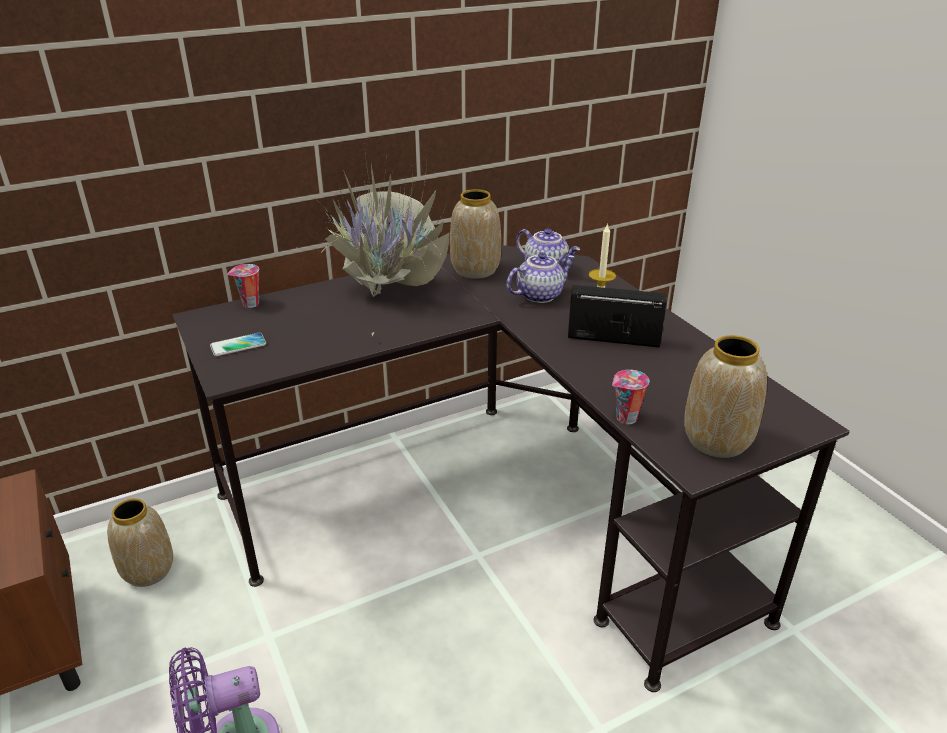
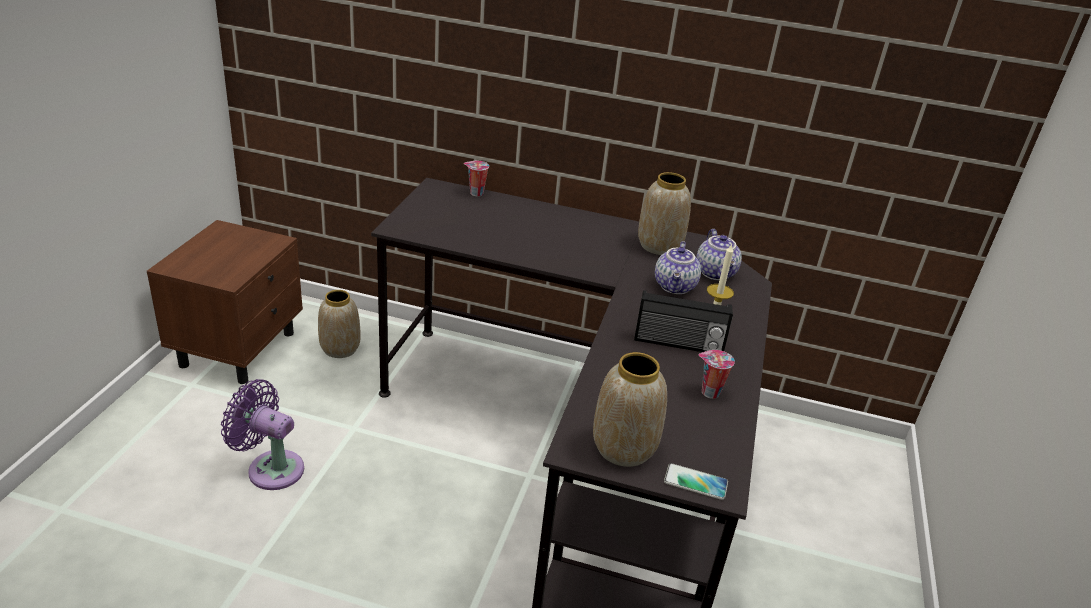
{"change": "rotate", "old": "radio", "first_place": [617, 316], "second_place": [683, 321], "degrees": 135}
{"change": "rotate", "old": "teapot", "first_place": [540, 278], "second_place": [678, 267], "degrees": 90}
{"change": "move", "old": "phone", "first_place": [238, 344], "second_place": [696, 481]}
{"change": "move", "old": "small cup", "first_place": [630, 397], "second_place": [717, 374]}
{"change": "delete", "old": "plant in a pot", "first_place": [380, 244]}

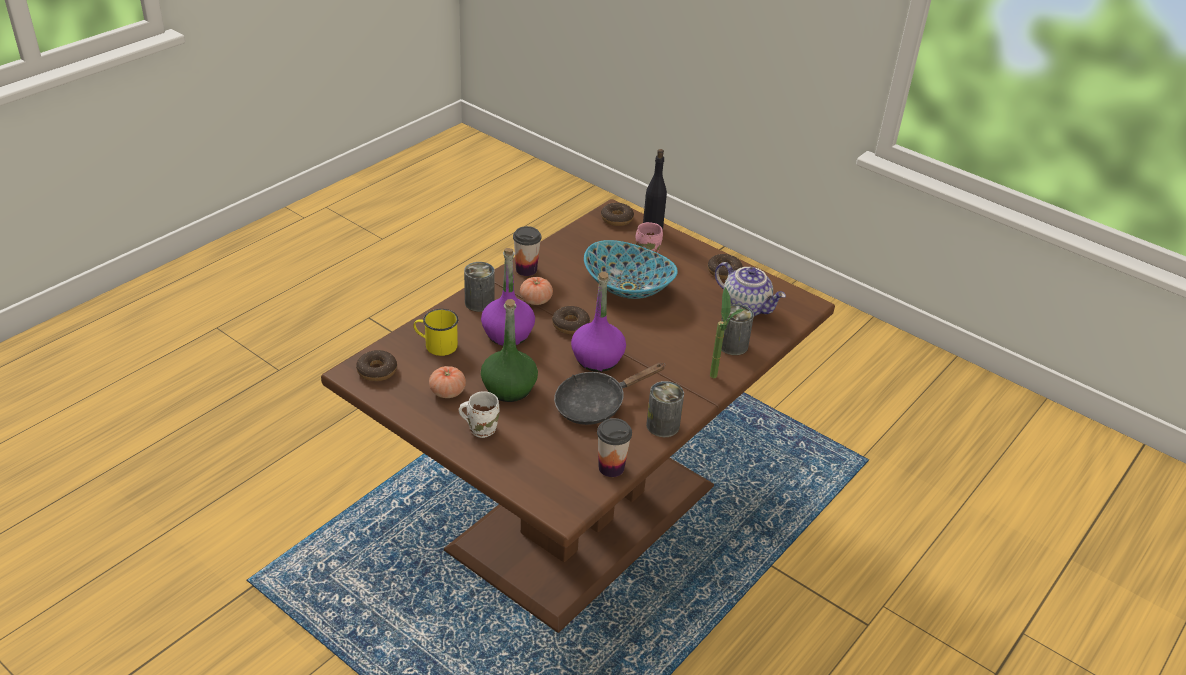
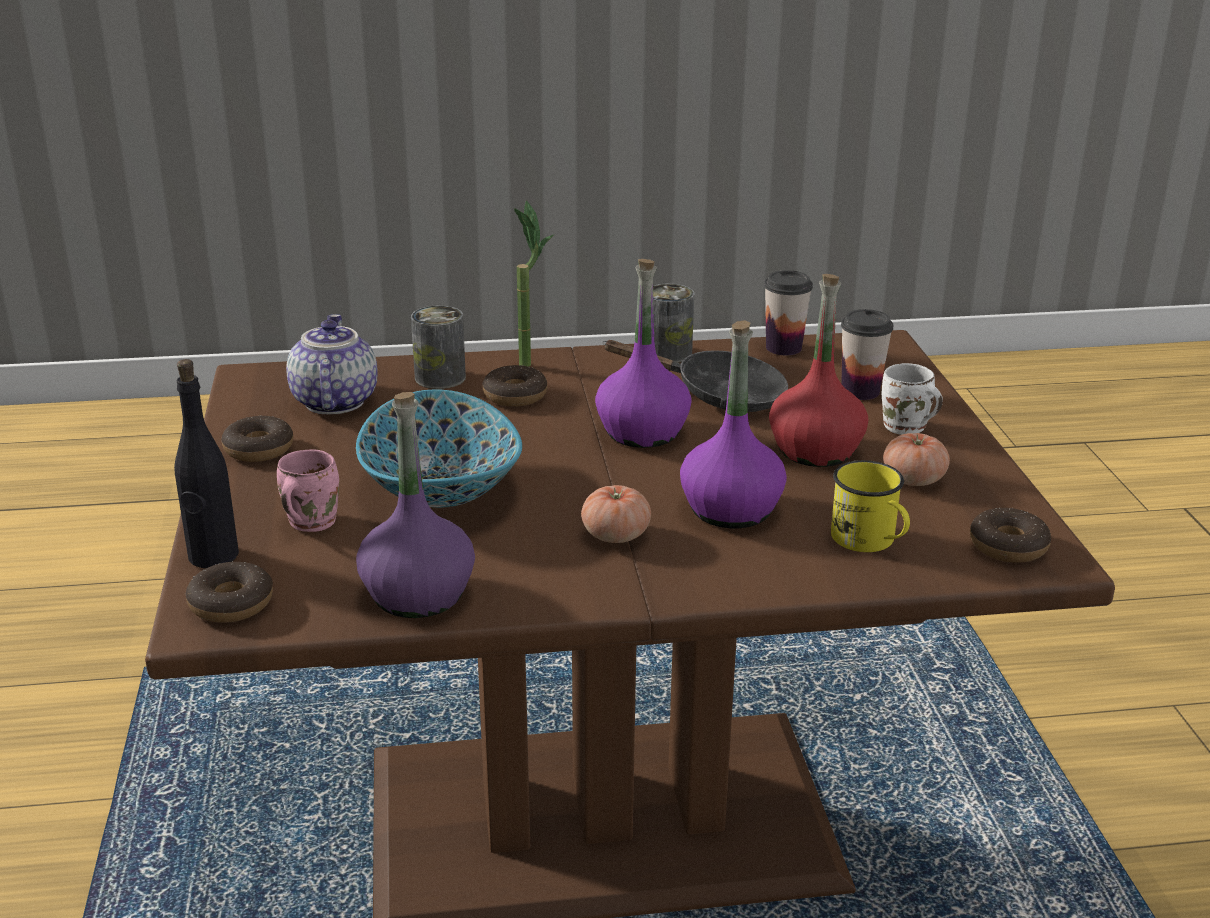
{"change": "insert", "new": "drink bottle in purplish", "second_place": [415, 505]}
{"change": "move", "old": "donut", "first_place": [571, 320], "second_place": [515, 386]}
{"change": "recolor", "old": "drink bottle in green", "new": "drink bottle in red", "first_place": [509, 350], "second_place": [818, 370]}
{"change": "move", "old": "small cup", "first_place": [527, 251], "second_place": [867, 354]}
{"change": "delete", "old": "sealed can", "first_place": [479, 287]}

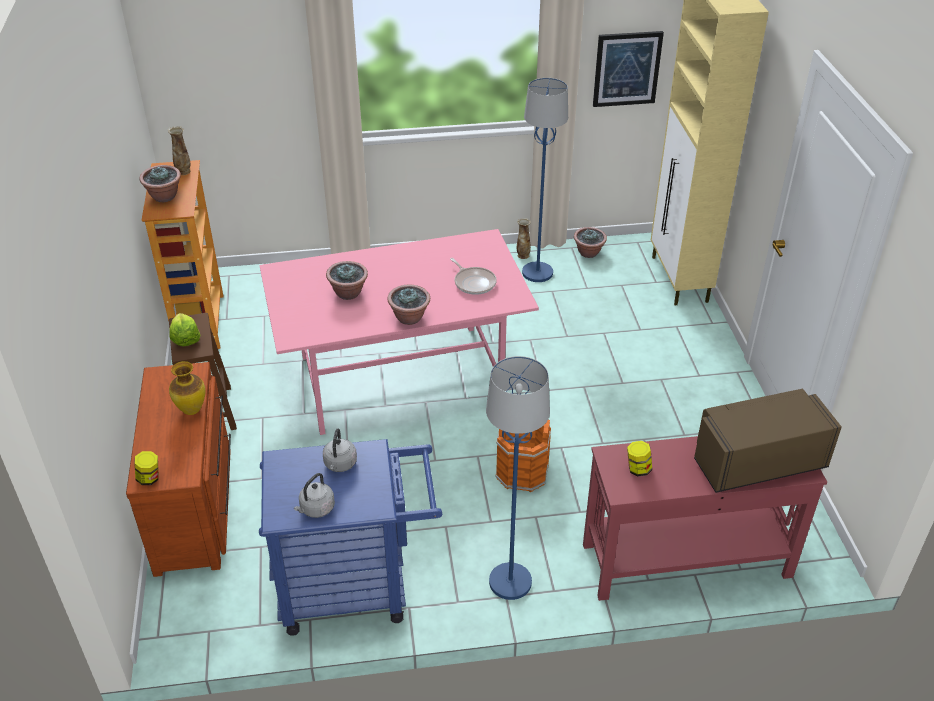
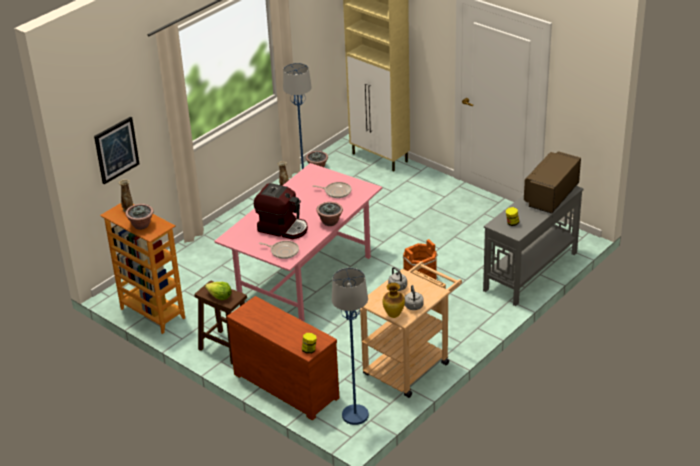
{"change": "move", "old": "wall art", "first_place": [628, 69], "second_place": [117, 150]}
{"change": "replace", "old": "plant in a pot", "new": "coffee brewer", "first_place": [347, 280], "second_place": [281, 211]}
{"change": "insert", "new": "pan", "second_place": [279, 250]}
{"change": "move", "old": "standing lamp in bluish", "first_place": [518, 478], "second_place": [350, 346]}
{"change": "recolor", "old": "trolley in bluish", "new": "trolley in beige", "first_place": [350, 537], "second_place": [411, 329]}
{"change": "move", "old": "decorative vase", "first_place": [187, 388], "second_place": [394, 300]}
{"change": "recolor", "old": "hall table in red", "new": "hall table in grey", "first_place": [705, 518], "second_place": [533, 246]}

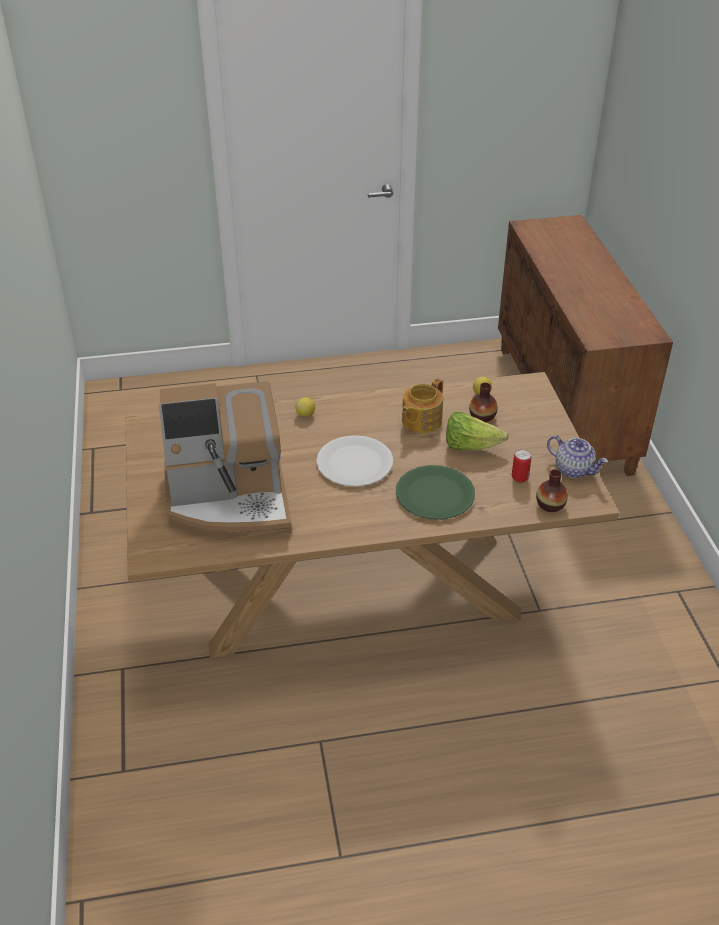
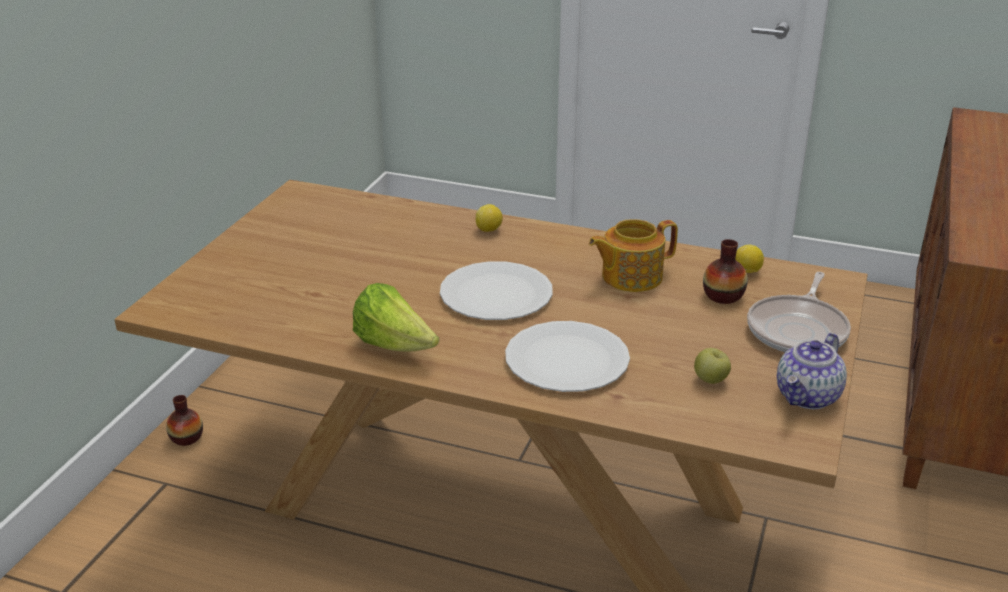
{"change": "move", "old": "decorative vase", "first_place": [552, 490], "second_place": [184, 420]}
{"change": "move", "old": "head of lettuce", "first_place": [477, 431], "second_place": [396, 317]}
{"change": "recolor", "old": "plate in green", "new": "plate in white-coloured", "first_place": [435, 492], "second_place": [567, 356]}
{"change": "replace", "old": "sealed can", "new": "apple fruit", "first_place": [521, 466], "second_place": [712, 366]}
{"change": "insert", "new": "pan", "second_place": [799, 312]}
{"change": "rotate", "old": "teapot", "first_place": [577, 456], "second_place": [812, 371], "degrees": 60}
{"change": "delete", "old": "coffee brewer", "first_place": [225, 459]}

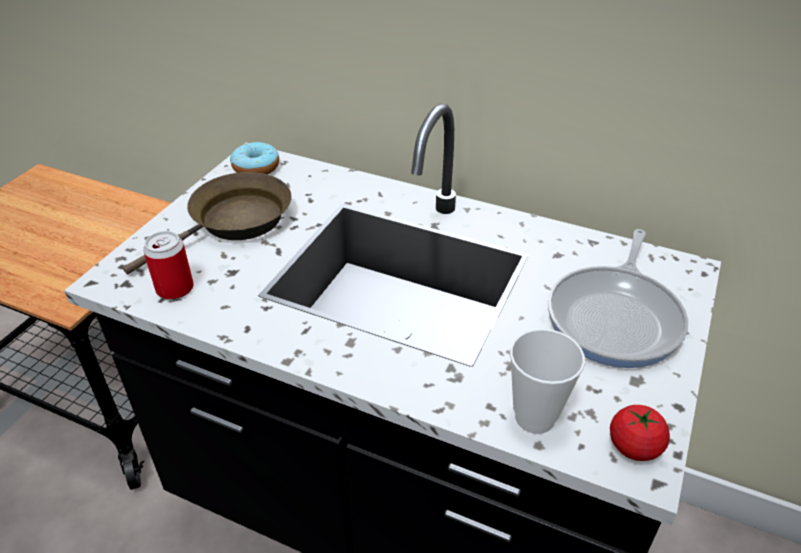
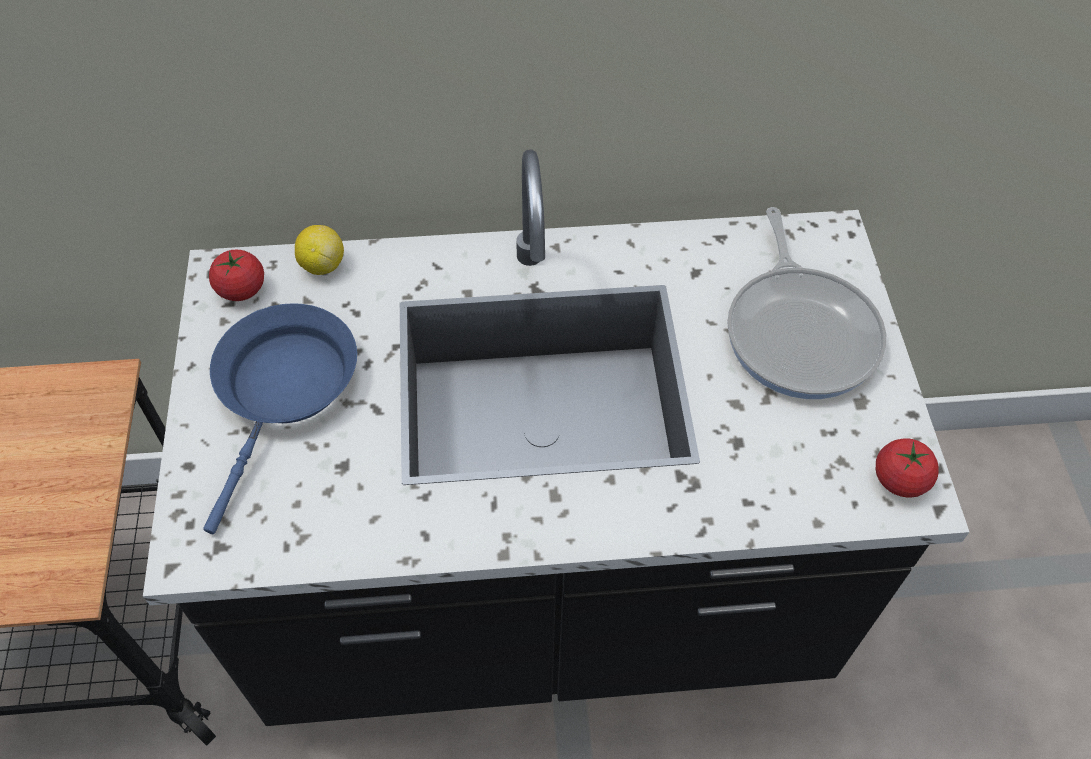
{"change": "recolor", "old": "pan in brown", "new": "pan in bluish", "first_place": [207, 223], "second_place": [280, 419]}
{"change": "replace", "old": "donut", "new": "whole tomato", "first_place": [254, 158], "second_place": [236, 275]}
{"change": "insert", "new": "lemon", "second_place": [319, 250]}
{"change": "delete", "old": "sealed can", "first_place": [168, 265]}
{"change": "delete", "old": "small cup", "first_place": [547, 381]}

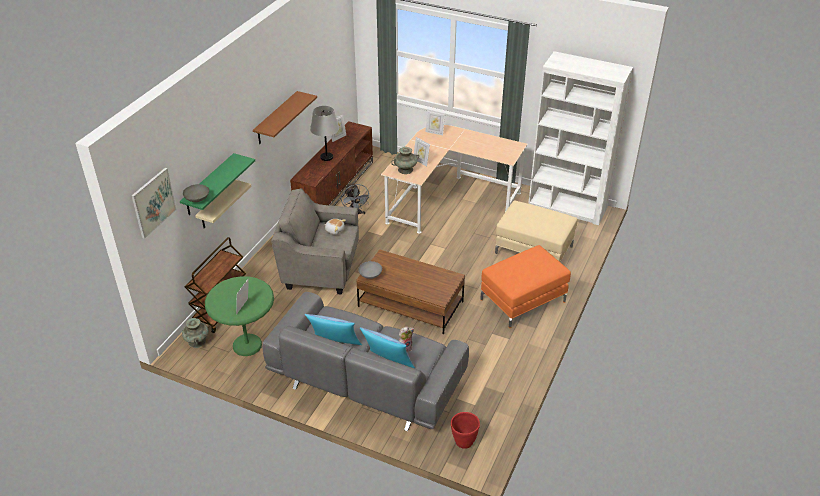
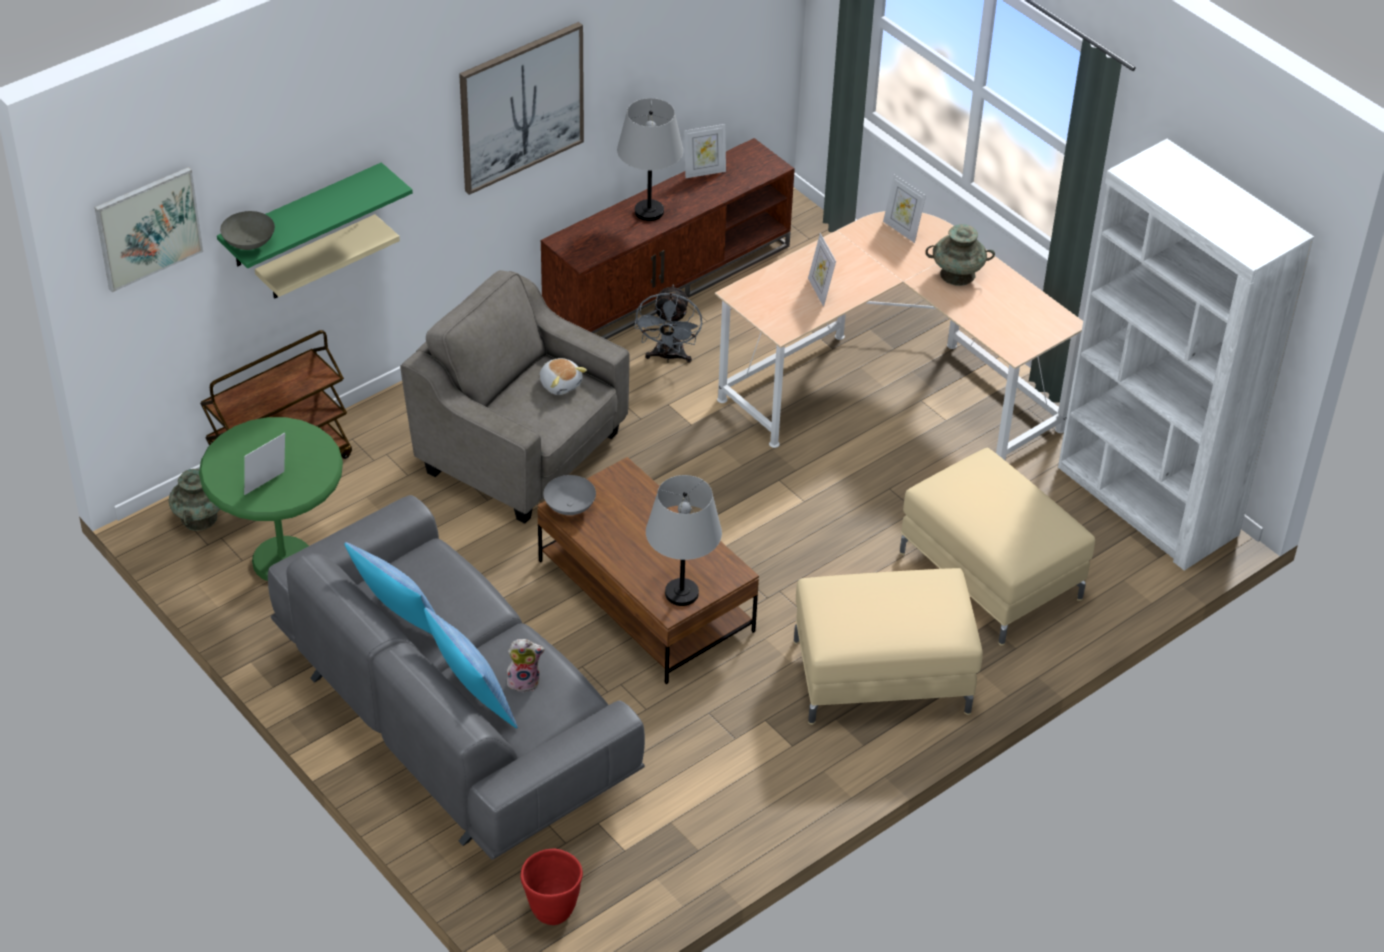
{"change": "replace", "old": "shelf in brown", "new": "wall art", "first_place": [285, 117], "second_place": [521, 108]}
{"change": "insert", "new": "table lamp in grey", "second_place": [684, 540]}
{"change": "recolor", "old": "pouffe in orange-coloured", "new": "pouffe in beige", "first_place": [525, 286], "second_place": [888, 646]}
{"change": "move", "old": "decorative vase in blue-green", "first_place": [405, 160], "second_place": [960, 255]}

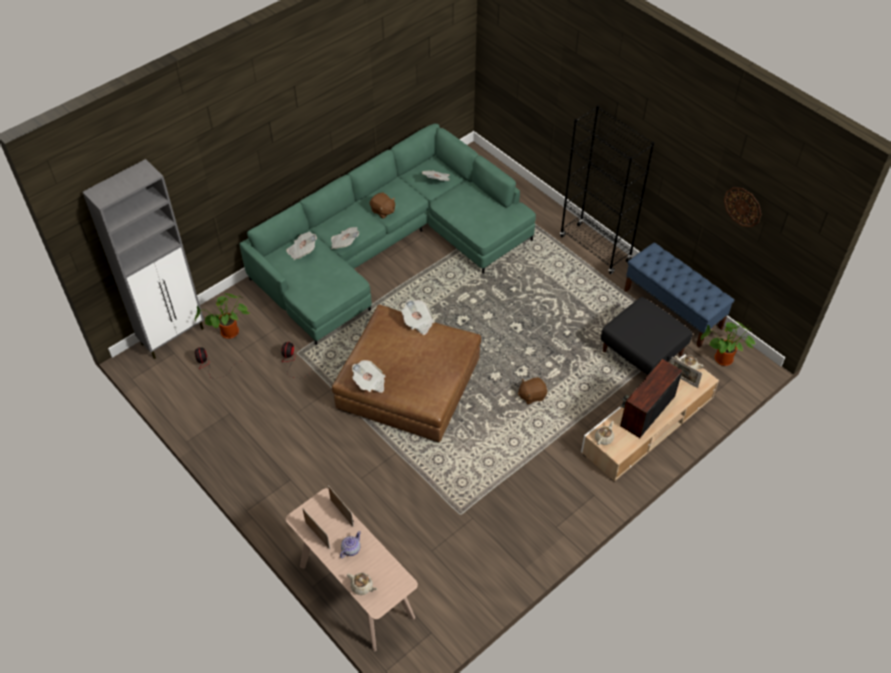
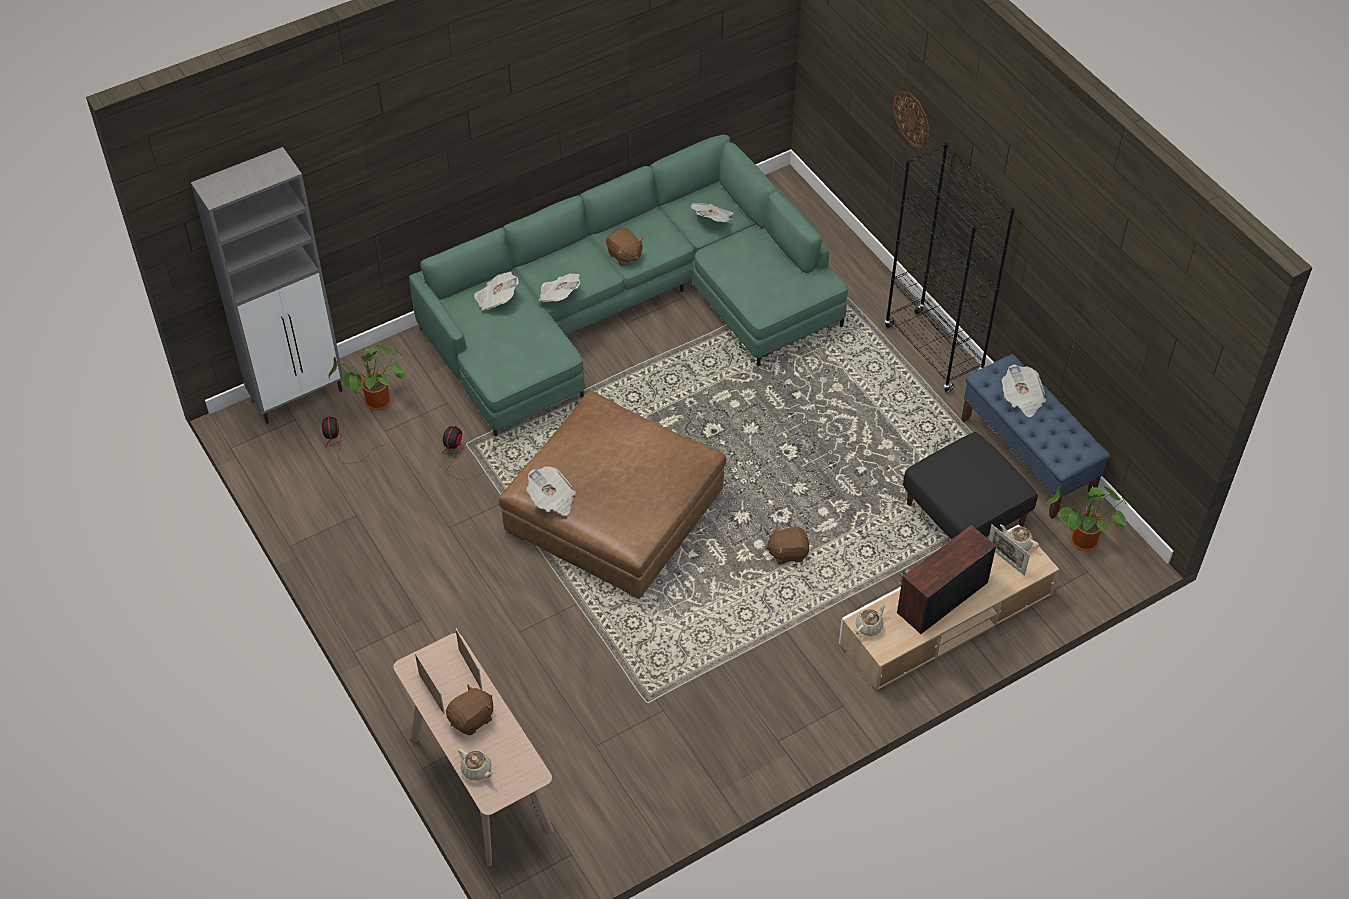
{"change": "replace", "old": "teapot", "new": "soft toy in brown", "first_place": [350, 544], "second_place": [469, 709]}
{"change": "move", "old": "hanging clock", "first_place": [743, 207], "second_place": [911, 119]}
{"change": "move", "old": "newspaper", "first_place": [418, 317], "second_place": [1024, 390]}

